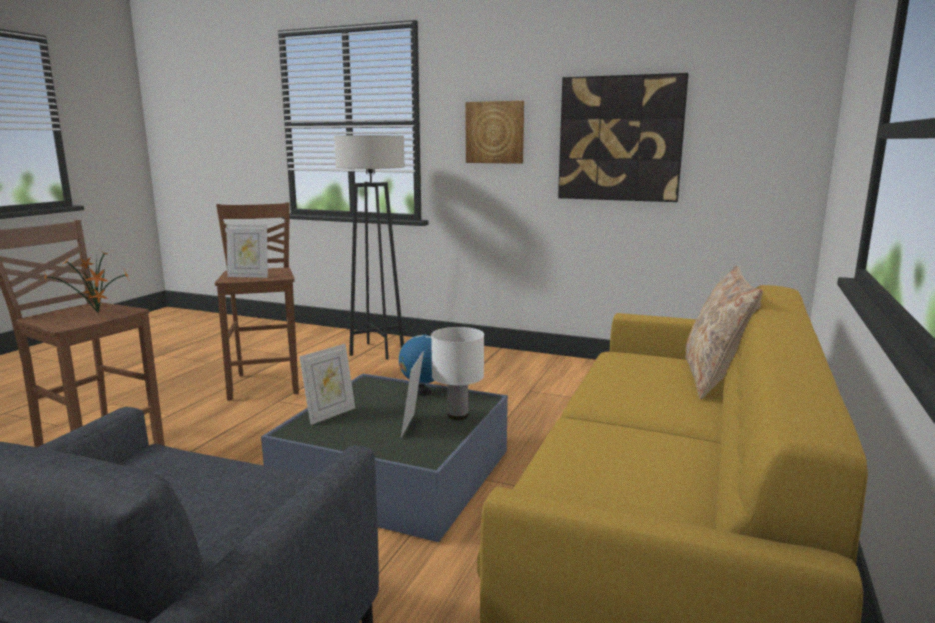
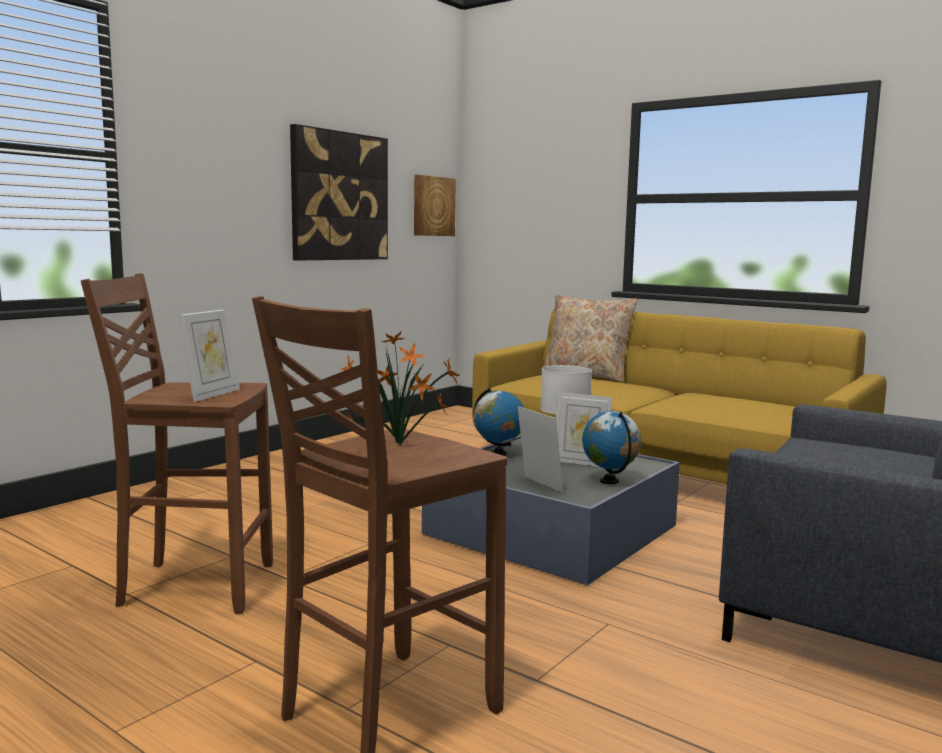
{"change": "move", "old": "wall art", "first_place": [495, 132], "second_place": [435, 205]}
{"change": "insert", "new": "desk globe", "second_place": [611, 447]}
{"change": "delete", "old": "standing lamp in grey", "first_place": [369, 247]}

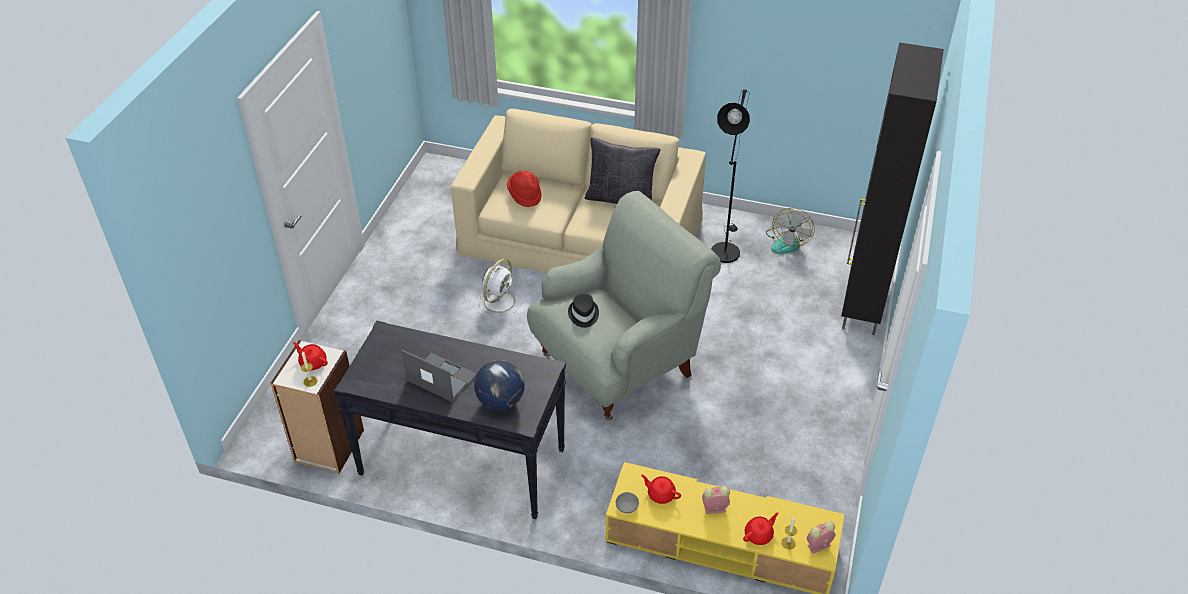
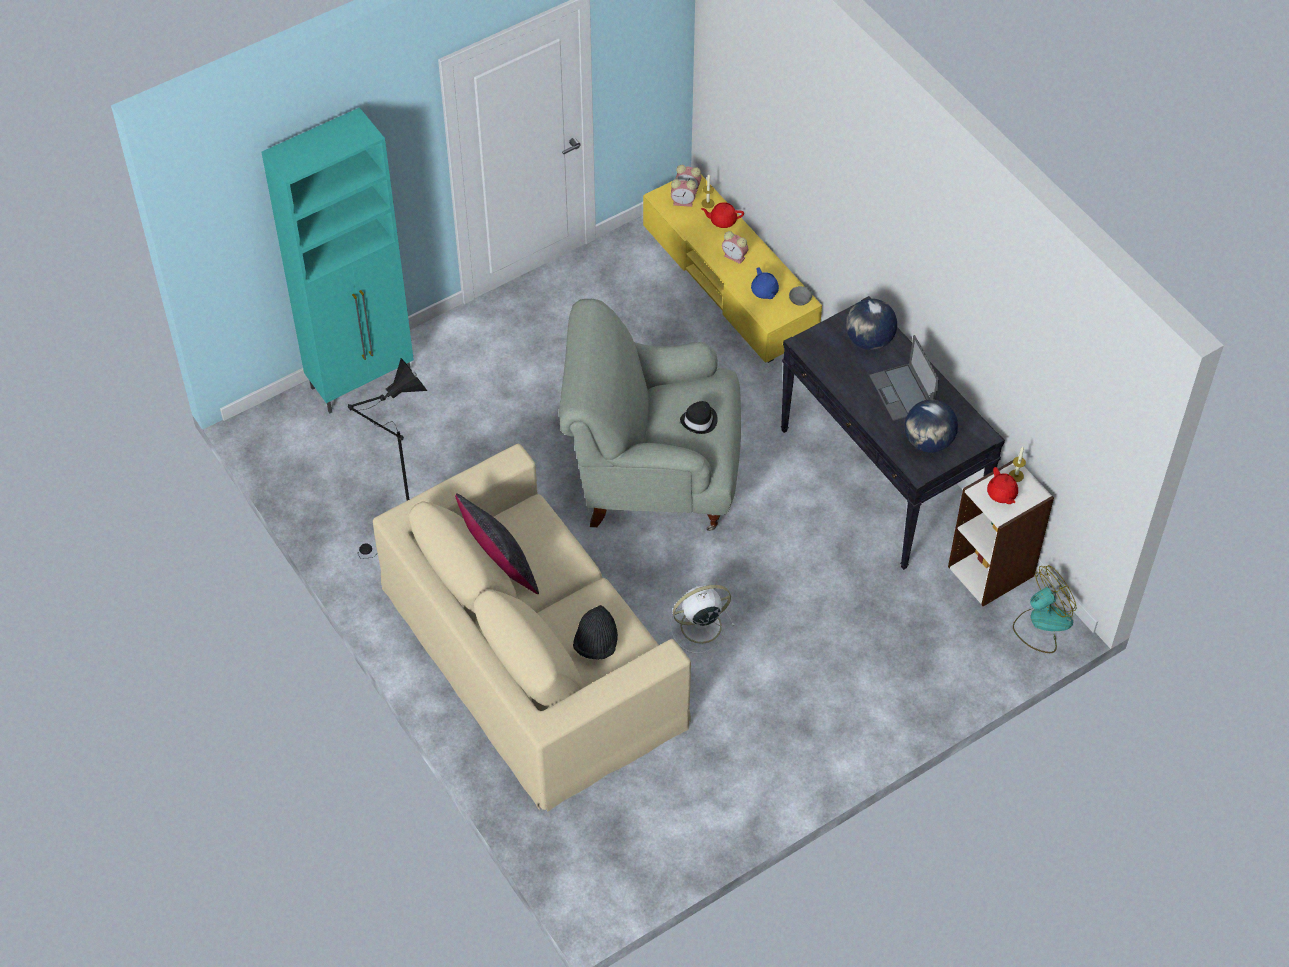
{"change": "recolor", "old": "cabinet in blackish", "new": "cabinet in blue-green", "first_place": [892, 188], "second_place": [337, 260]}
{"change": "recolor", "old": "wearable hat in red", "new": "wearable hat in blackish", "first_place": [524, 189], "second_place": [595, 632]}
{"change": "insert", "new": "bedside clock", "second_place": [683, 193]}
{"change": "recolor", "old": "teapot in red", "new": "teapot in bluish", "first_place": [661, 489], "second_place": [765, 283]}
{"change": "insert", "new": "desk globe", "second_place": [931, 425]}
{"change": "move", "old": "fan", "first_place": [790, 231], "second_place": [1045, 609]}

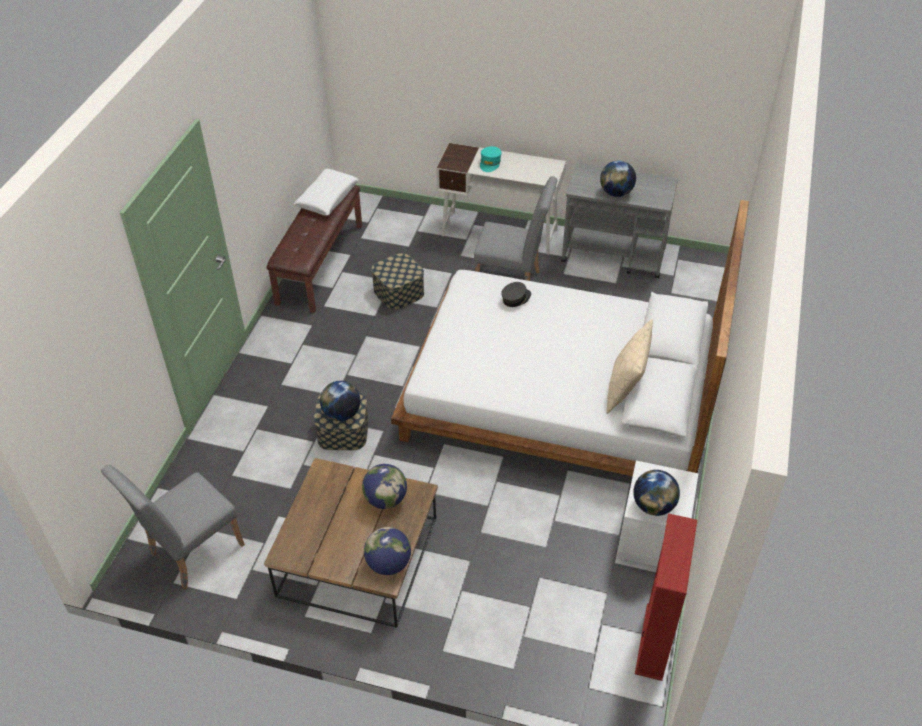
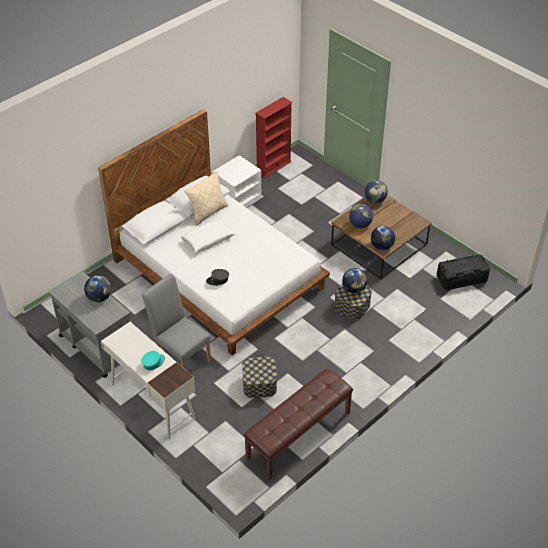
{"change": "move", "old": "throw pillow in white-coloured", "first_place": [326, 192], "second_place": [207, 236]}
{"change": "move", "old": "desk globe", "first_place": [656, 493], "second_place": [383, 238]}
{"change": "replace", "old": "chair in grey", "new": "storage bin in blackish", "first_place": [173, 527], "second_place": [463, 272]}

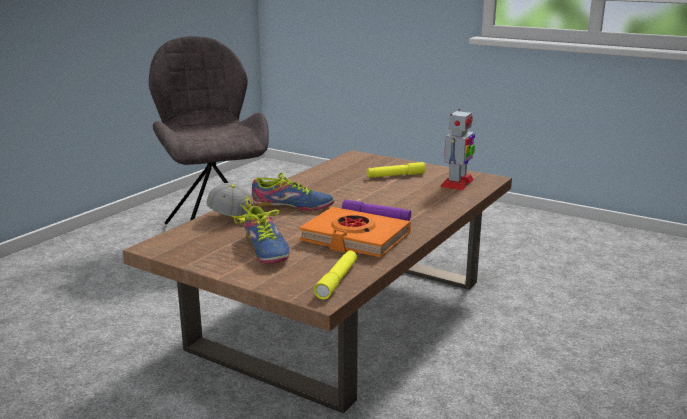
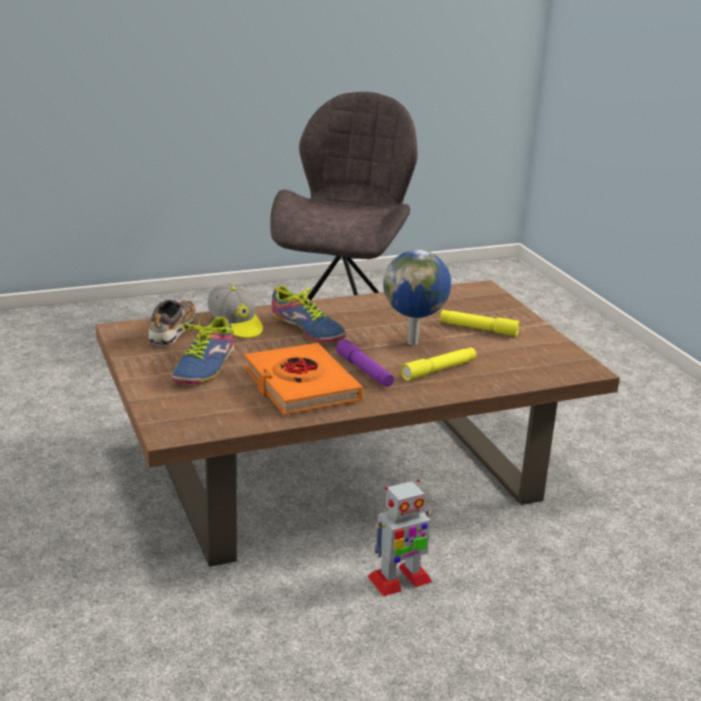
{"change": "insert", "new": "shoe", "second_place": [172, 322]}
{"change": "move", "old": "model robot", "first_place": [457, 149], "second_place": [399, 537]}
{"change": "insert", "new": "desk globe", "second_place": [417, 298]}
{"change": "move", "old": "flashlight in yellow-coloured", "first_place": [335, 275], "second_place": [438, 364]}

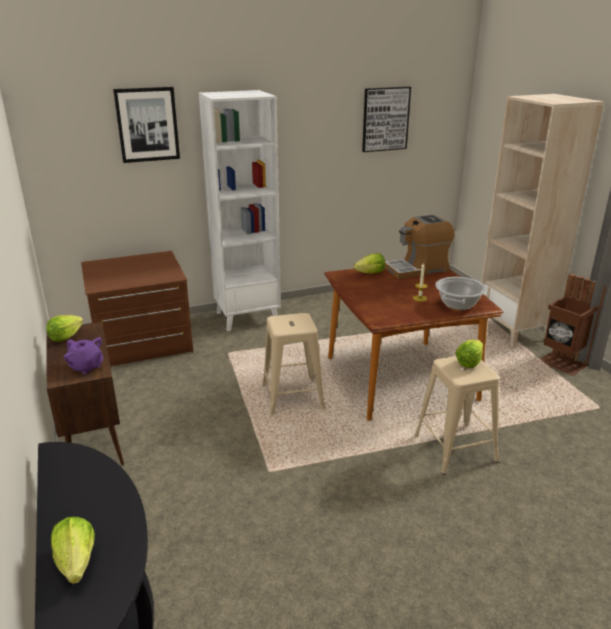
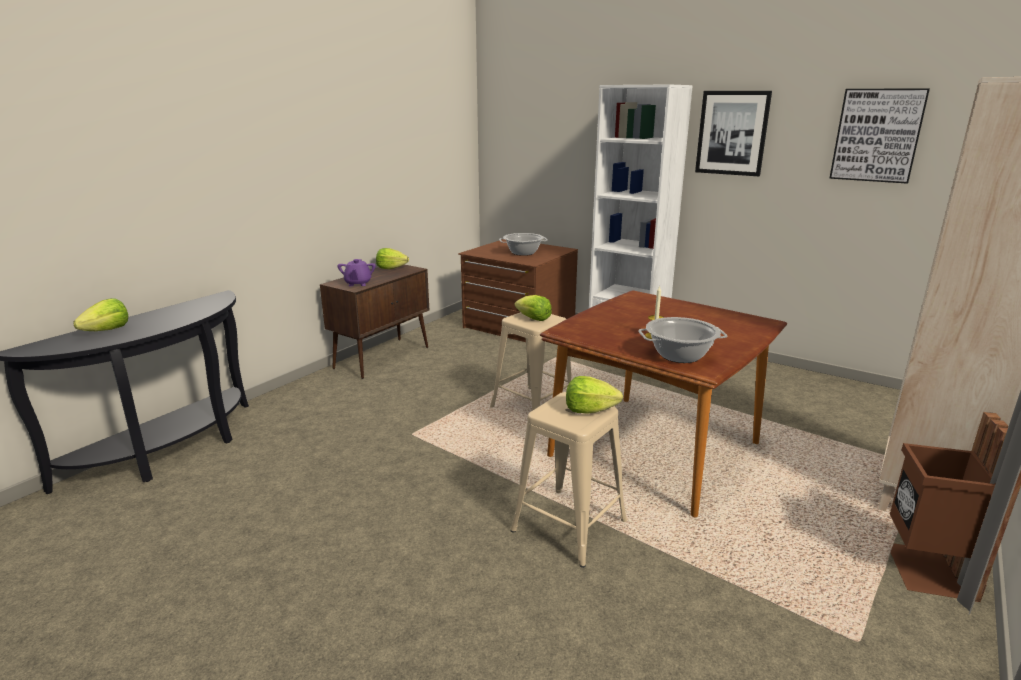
{"change": "insert", "new": "cooking pot", "second_place": [523, 244]}
{"change": "move", "old": "head of lettuce", "first_place": [369, 263], "second_place": [533, 308]}
{"change": "move", "old": "wall art", "first_place": [146, 125], "second_place": [733, 133]}
{"change": "delete", "old": "coffee brewer", "first_place": [419, 247]}

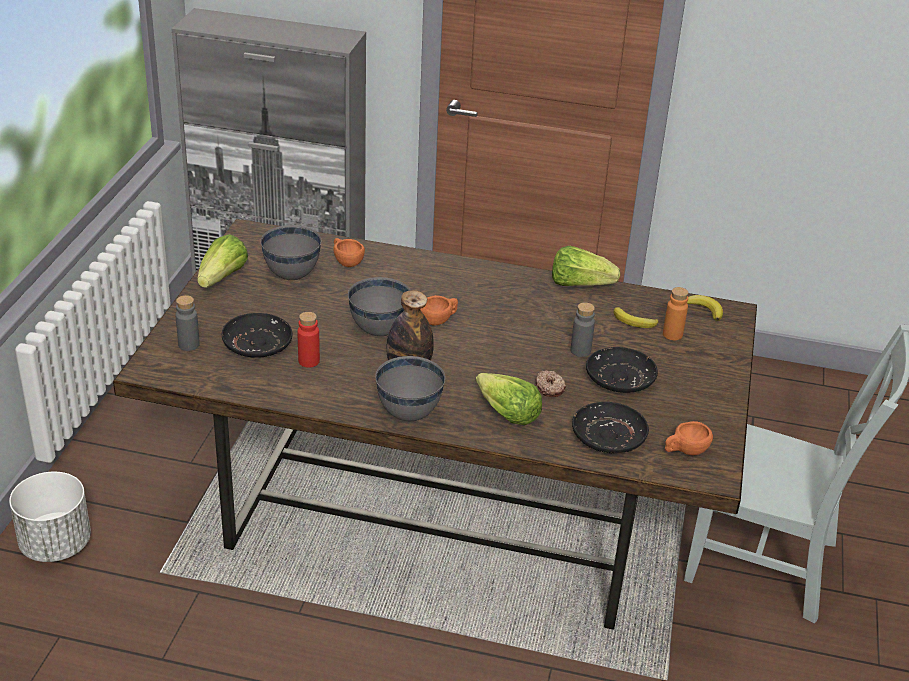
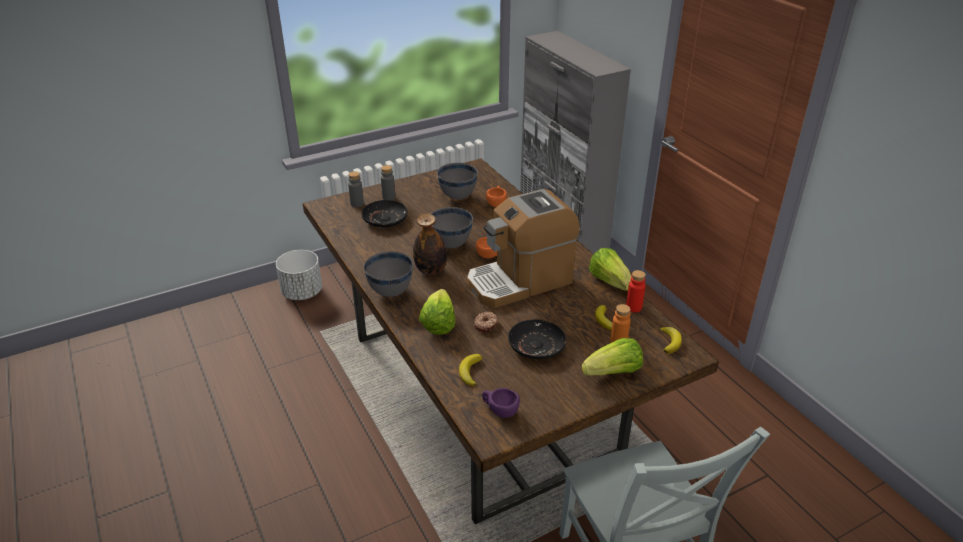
{"change": "move", "old": "drink bottle in grey", "first_place": [582, 329], "second_place": [388, 182]}
{"change": "replace", "old": "plate in blackish", "new": "banana fruit", "first_place": [610, 427], "second_place": [470, 370]}
{"change": "insert", "new": "coffee brewer", "second_place": [523, 248]}
{"change": "recolor", "old": "small cup in orange-coloured", "new": "small cup in purplish", "first_place": [689, 438], "second_place": [501, 403]}
{"change": "move", "old": "head of lettuce", "first_place": [222, 261], "second_place": [612, 357]}
{"change": "move", "old": "drink bottle in red", "first_place": [308, 339], "second_place": [636, 291]}

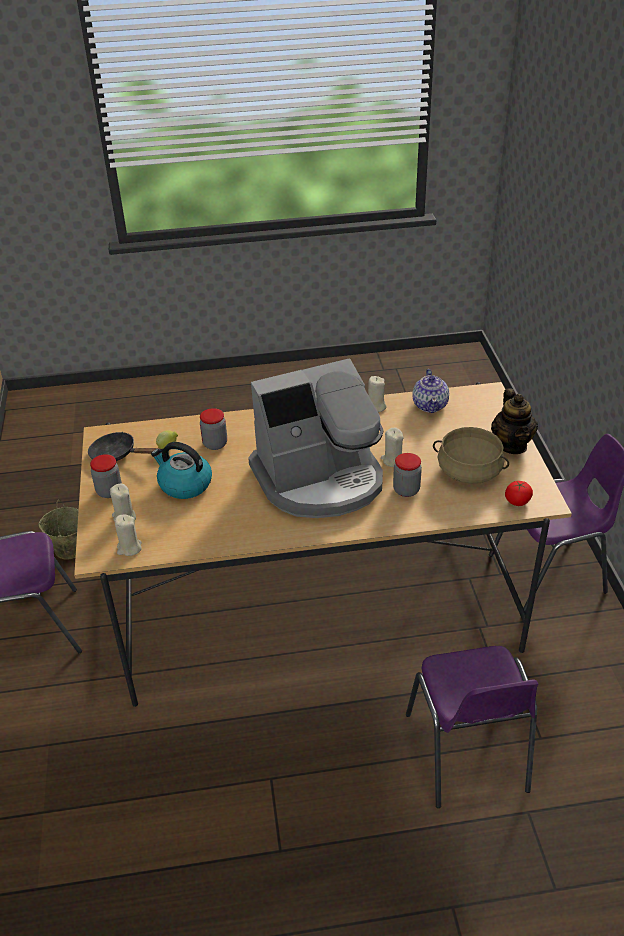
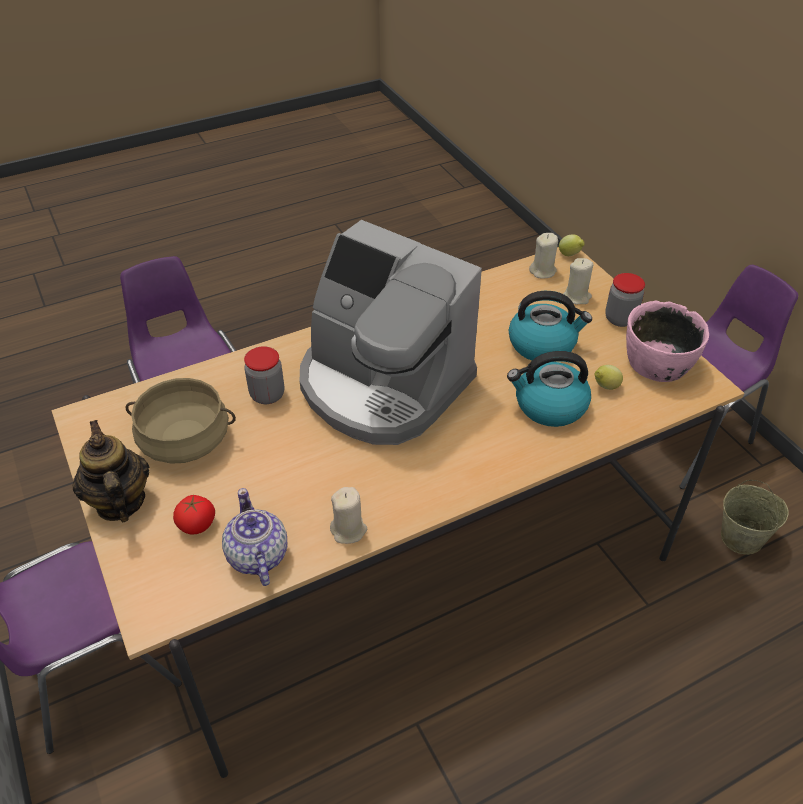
{"change": "move", "old": "whole tomato", "first_place": [519, 493], "second_place": [194, 515]}
{"change": "rotate", "old": "coffee brewer", "first_place": [316, 438], "second_place": [391, 332], "degrees": -105}
{"change": "replace", "old": "preserve jar", "new": "tea kettle", "first_place": [213, 429], "second_place": [549, 389]}
{"change": "insert", "new": "lemon", "second_place": [572, 245]}
{"change": "replace", "old": "pan in blackish", "new": "serving bowl in pink", "first_place": [124, 446], "second_place": [667, 341]}
{"change": "delete", "old": "candle in beige", "first_place": [392, 447]}

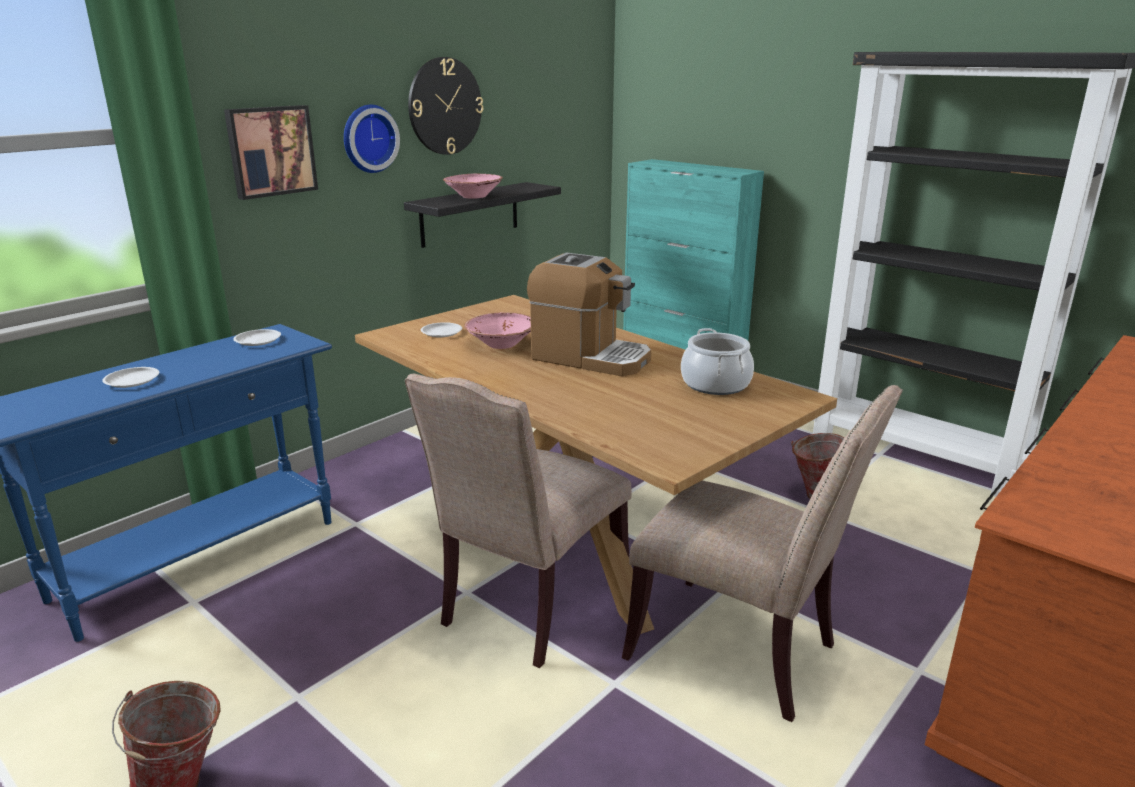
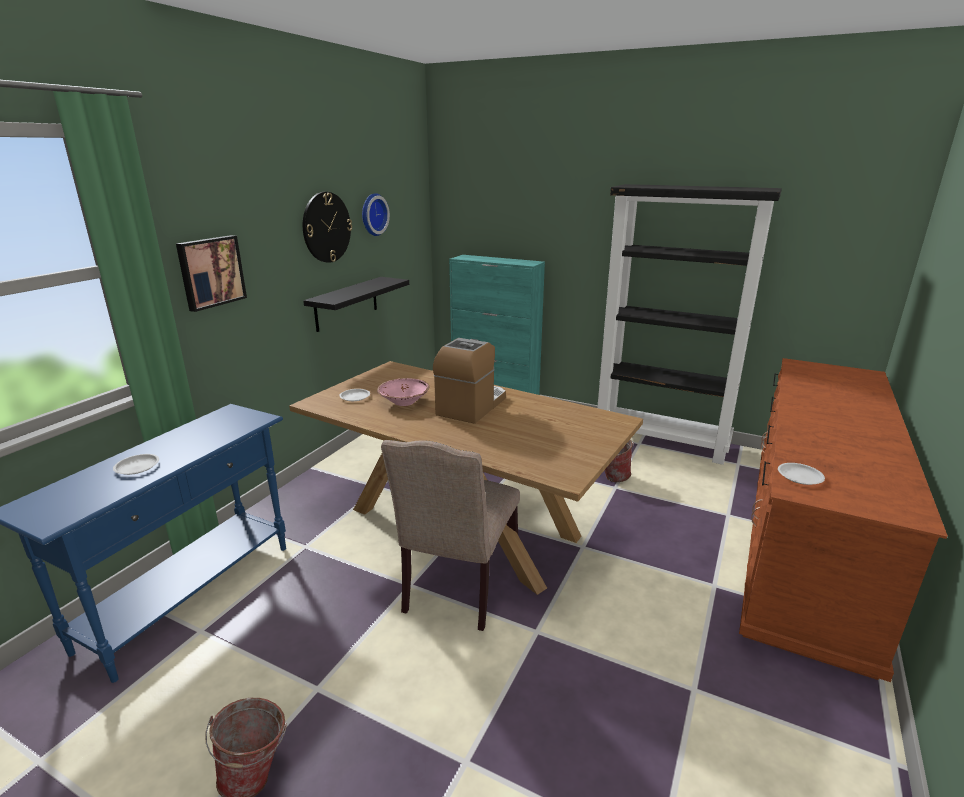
{"change": "move", "old": "hanging clock", "first_place": [372, 139], "second_place": [376, 214]}
{"change": "rotate", "old": "coffee brewer", "first_place": [589, 314], "second_place": [469, 381], "degrees": -75}
{"change": "move", "old": "plate in white-coloured", "first_place": [257, 337], "second_place": [801, 474]}
{"change": "delete", "old": "serving bowl in pink", "first_place": [473, 186]}
{"change": "delete", "old": "chair in beige", "first_place": [762, 553]}
{"change": "delete", "old": "cooking pot", "first_place": [717, 361]}

